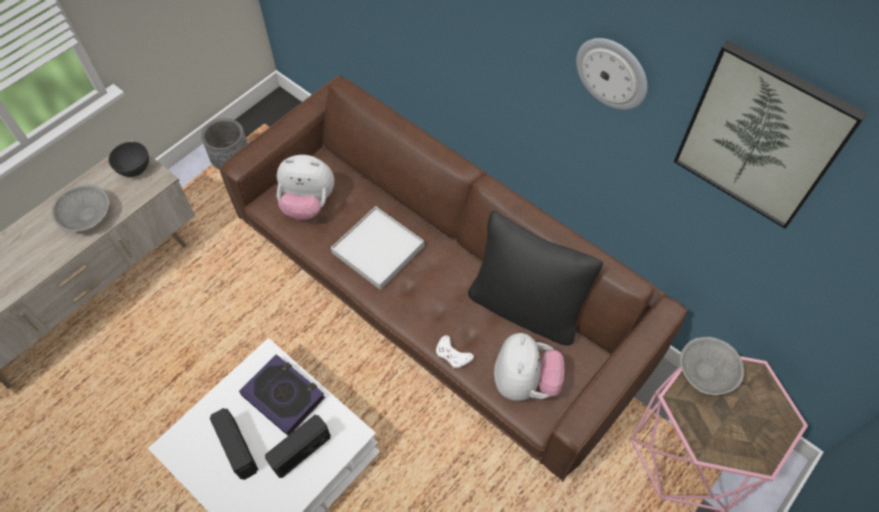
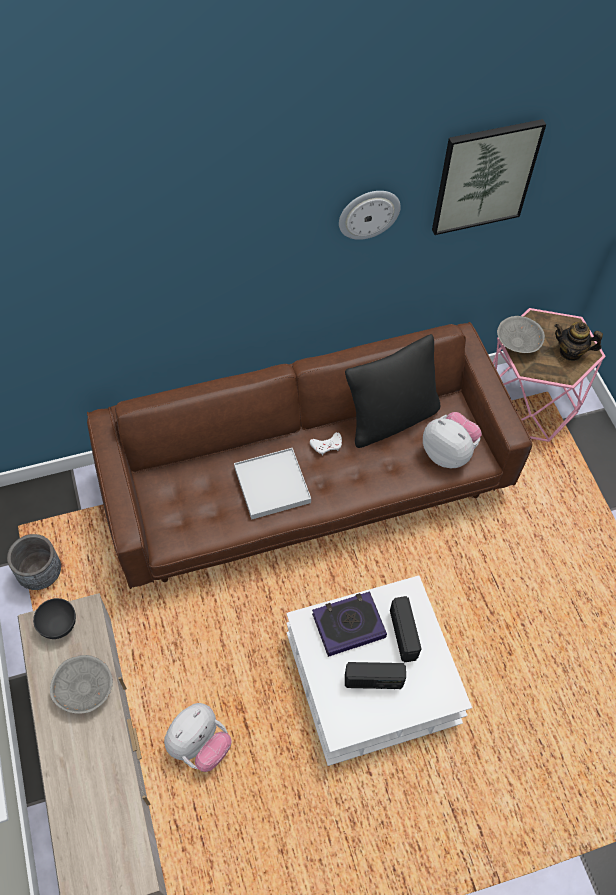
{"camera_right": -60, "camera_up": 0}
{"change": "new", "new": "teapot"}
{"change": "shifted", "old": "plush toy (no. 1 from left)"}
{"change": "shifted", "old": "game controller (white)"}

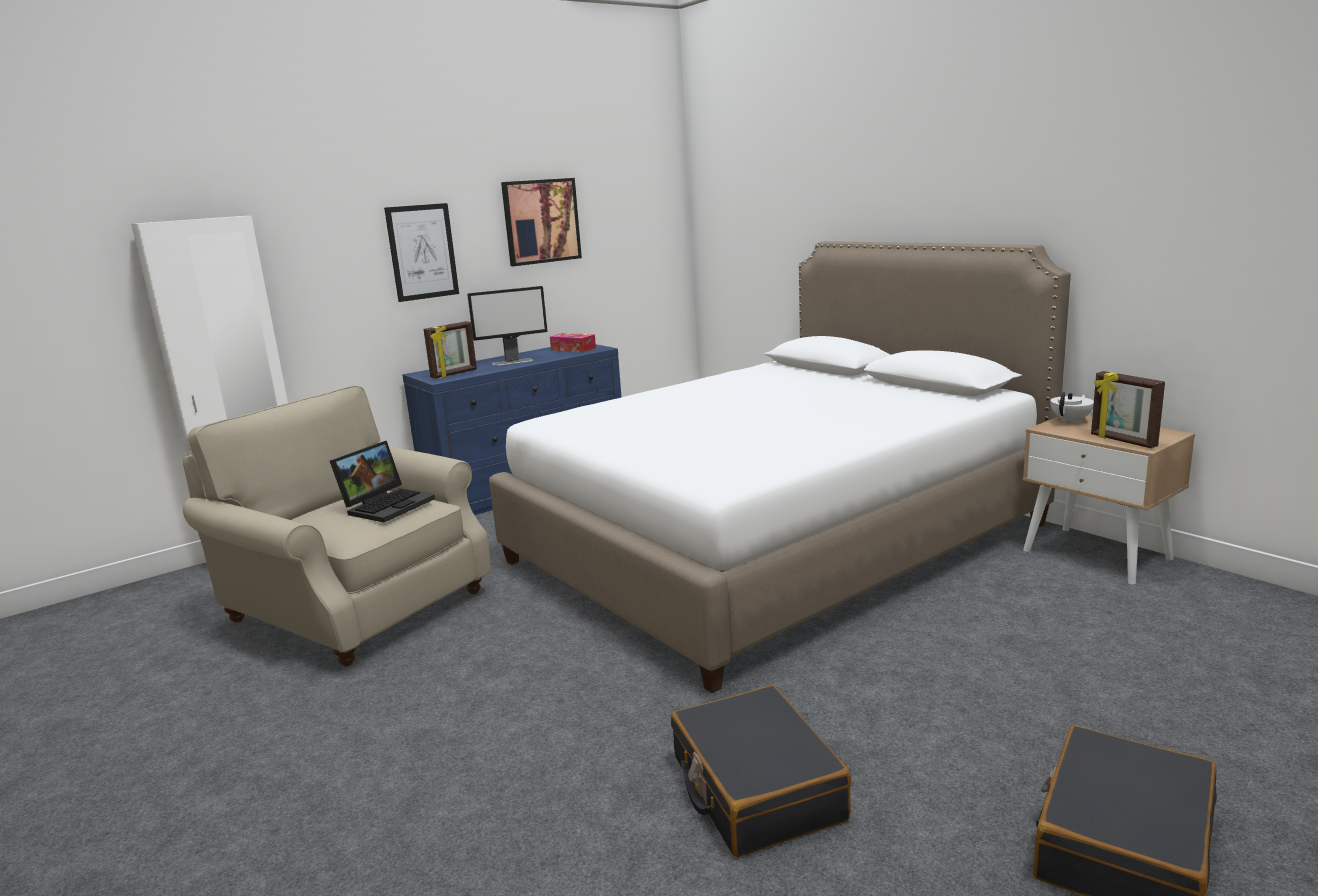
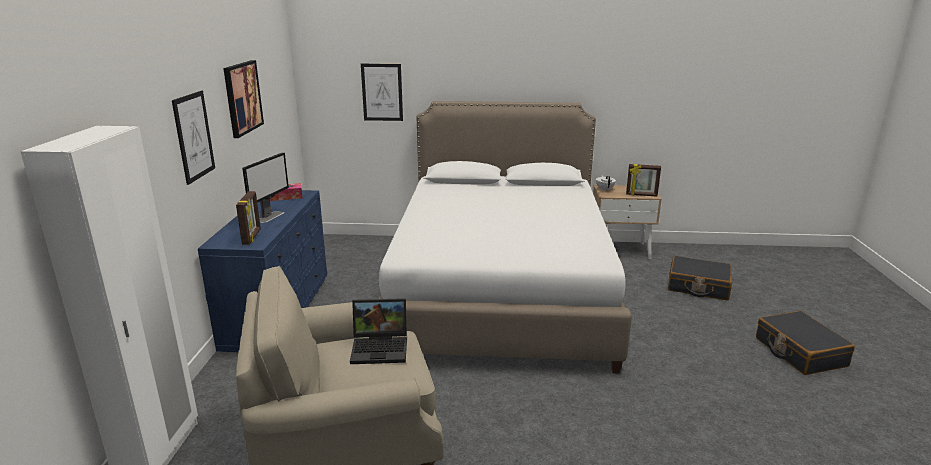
{"camera_right": -50, "camera_up": 5}
{"change": "new", "new": "picture (no. 3 from left)"}
{"change": "shifted", "old": "suitcase (black) (no. 1 from left)"}
{"change": "rotated", "old": "laptop", "degrees": 105}

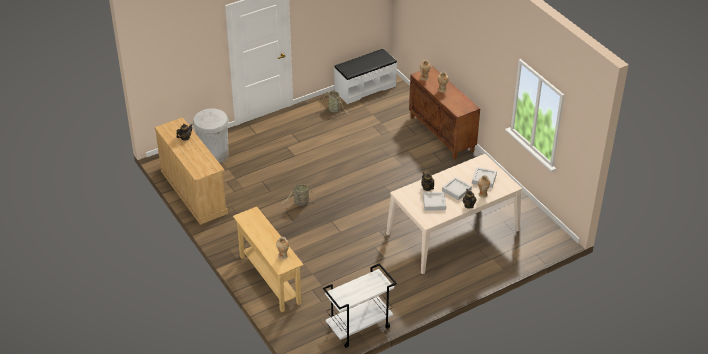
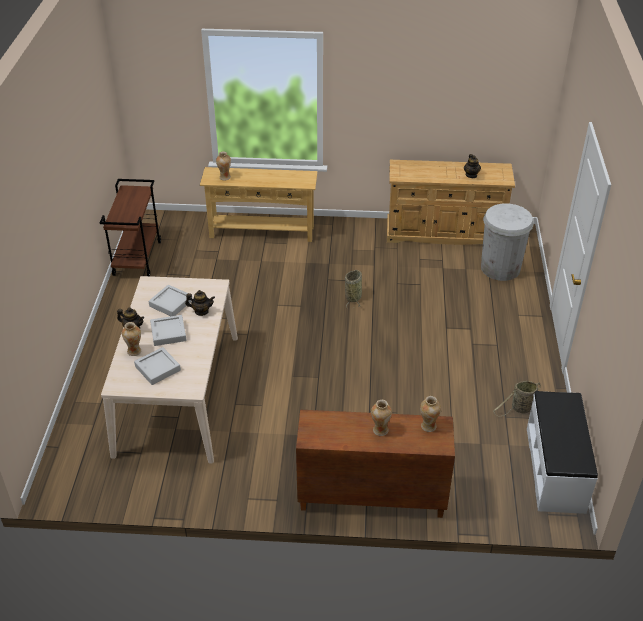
{"camera_right": 125, "camera_up": 0}
{"change": "repainted", "old": "cart (white)", "new": "cart (brown)"}

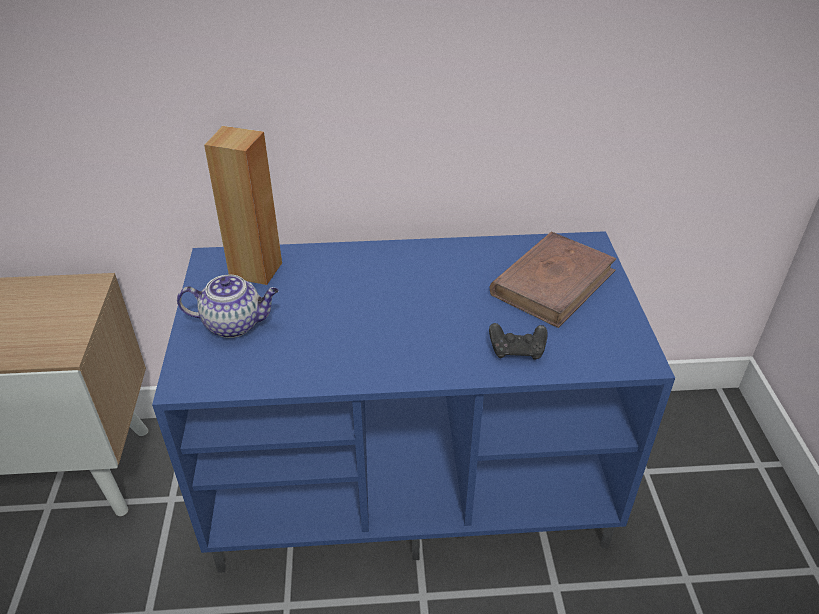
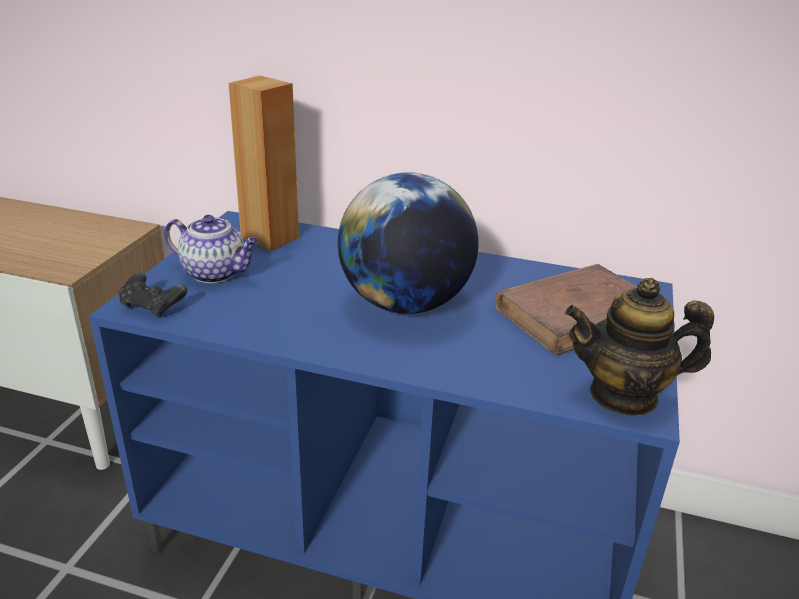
{"camera_right": 20, "camera_up": -10}
{"change": "new", "new": "globe"}
{"change": "new", "new": "teapot (no. 2 from left)"}
{"change": "shifted", "old": "game controller (black)"}

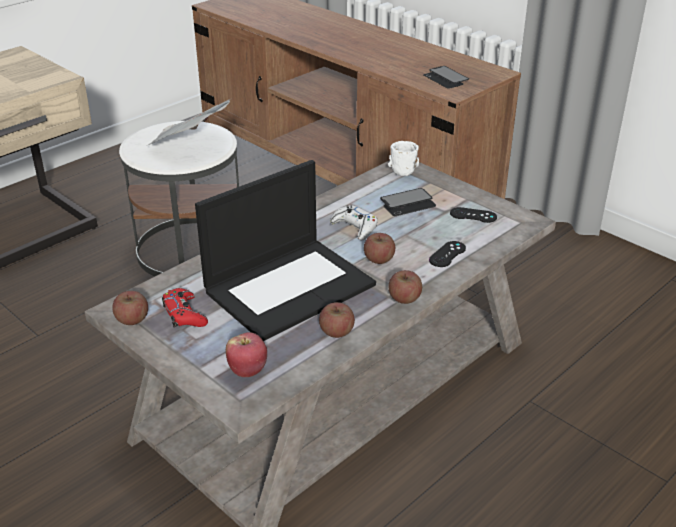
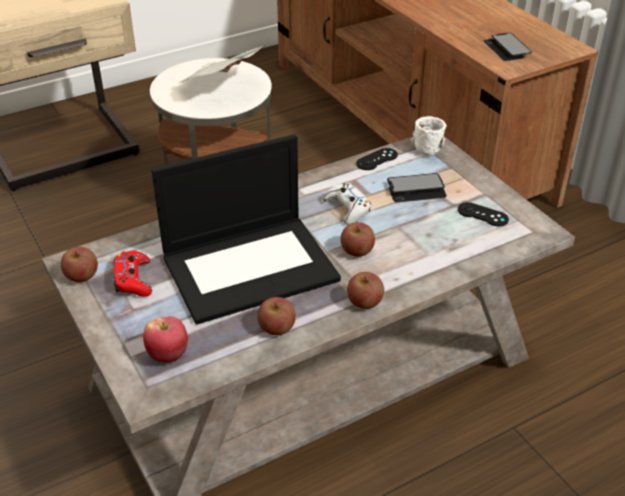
{"camera_right": 15, "camera_up": 5}
{"change": "shifted", "old": "game controller (black) (no. 1 from left)"}

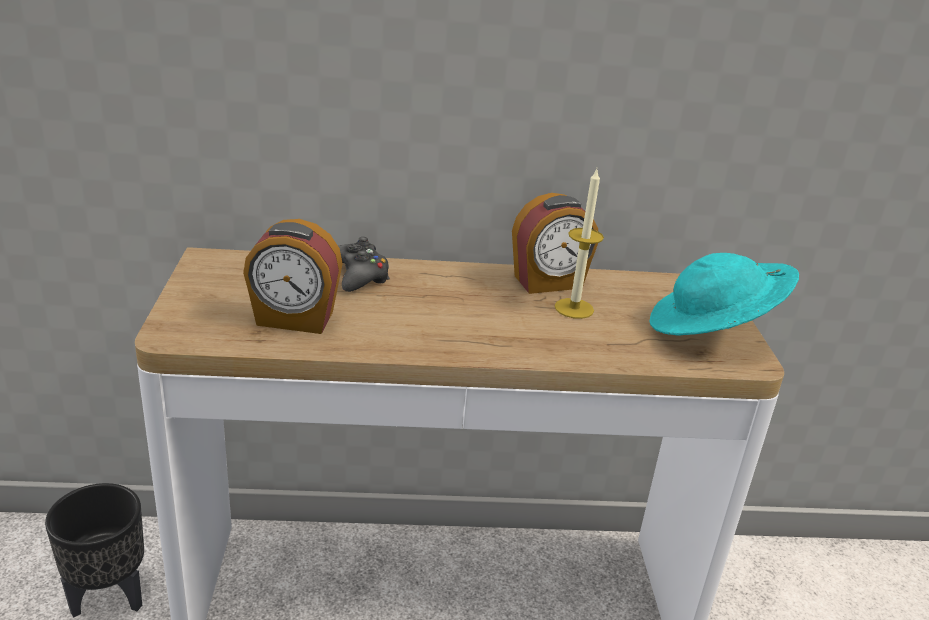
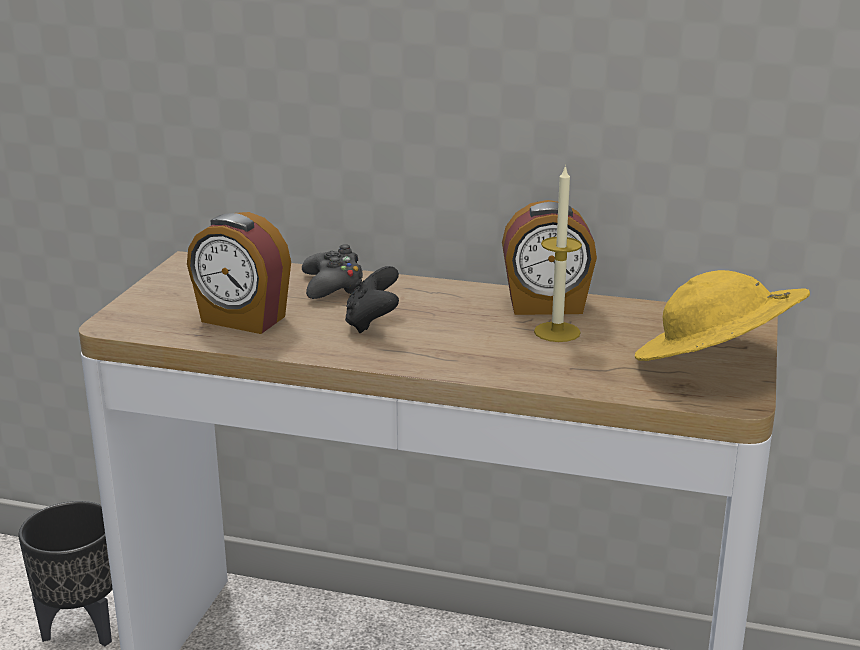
{"camera_right": 20, "camera_up": -5}
{"change": "new", "new": "game controller (black) (no. 2 from left)"}
{"change": "repainted", "old": "hat (turquoise)", "new": "hat (yellow)"}

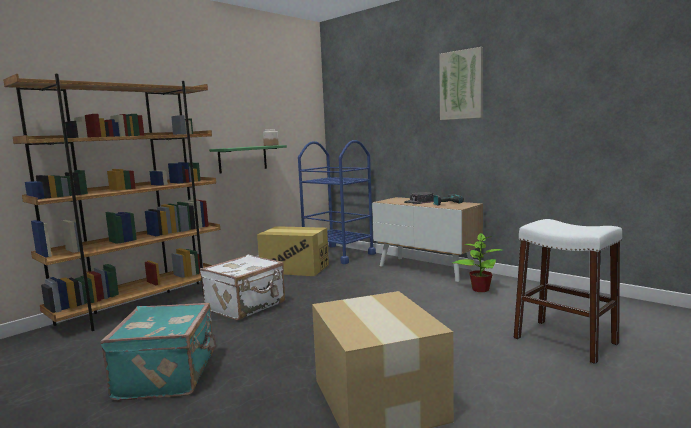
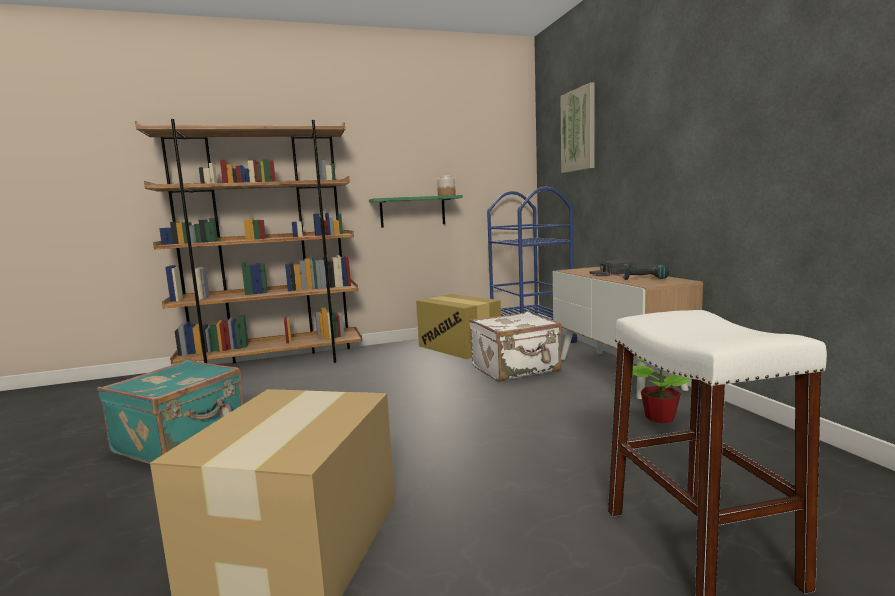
{"camera_right": 30, "camera_up": 0}
{"change": "shifted", "old": "suitcase (white)"}
{"change": "shifted", "old": "picture"}

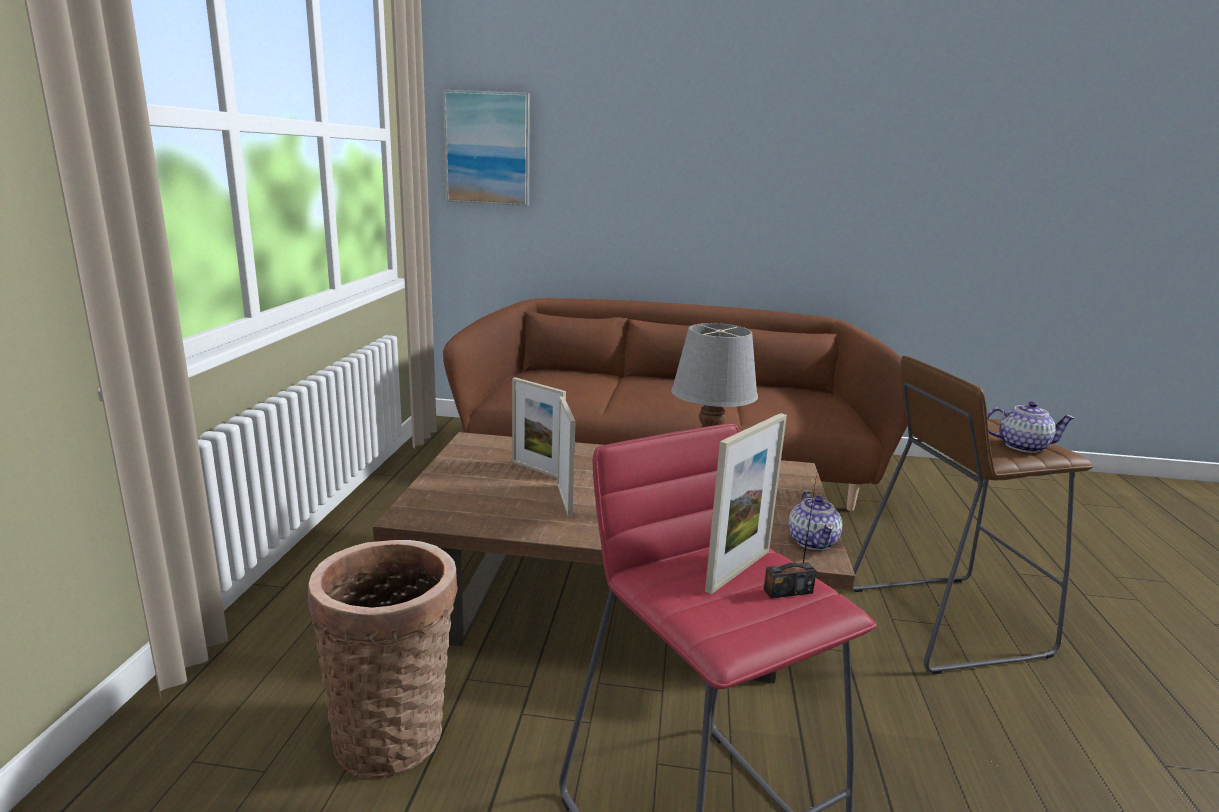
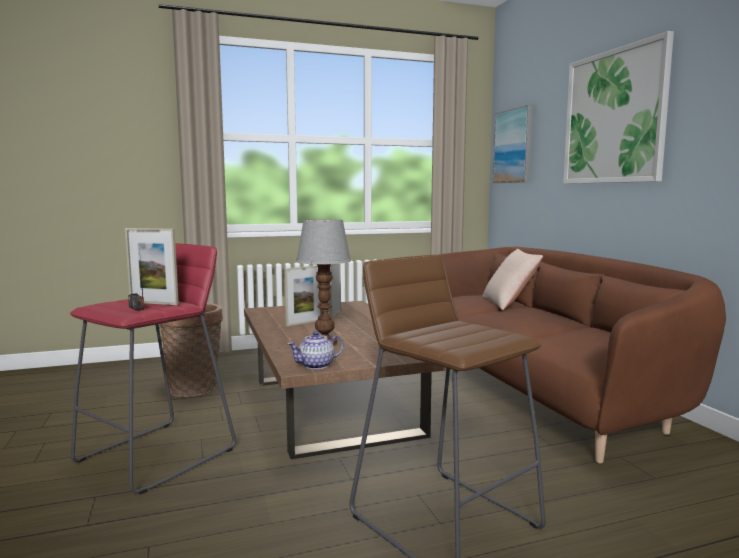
{"camera_right": 65, "camera_up": -10}
{"change": "gone", "old": "teapot (no. 2 from left)"}
{"change": "new", "new": "pillow (beige)"}
{"change": "new", "new": "picture (no. 2 from left)"}

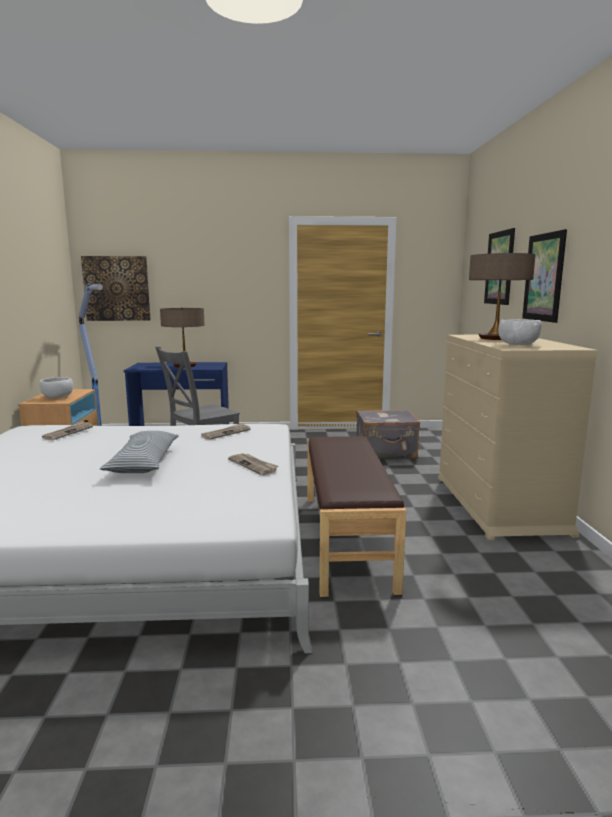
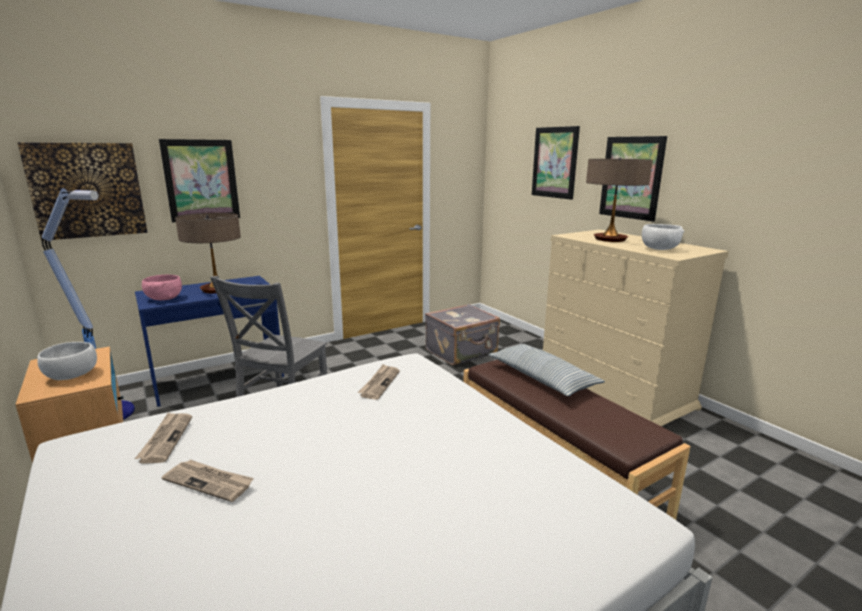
{"camera_right": -30, "camera_up": 5}
{"change": "new", "new": "bowl (pink)"}
{"change": "new", "new": "picture (no. 2 from left)"}
{"change": "shifted", "old": "pillow"}
{"change": "shifted", "old": "newspaper (no. 3 from left in the first image)", "new": "newspaper (no. 2 from left)"}

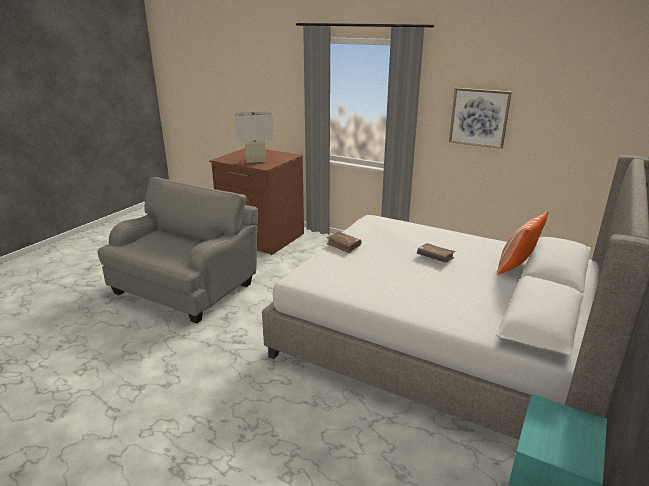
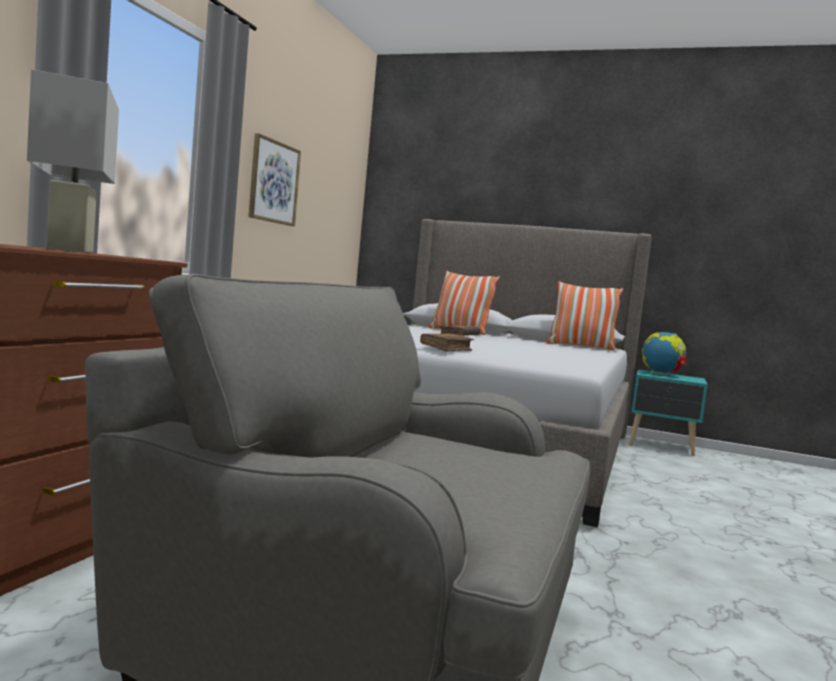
{"camera_right": -100, "camera_up": -20}
{"change": "new", "new": "pillow (no. 2 from left)"}
{"change": "new", "new": "globe"}

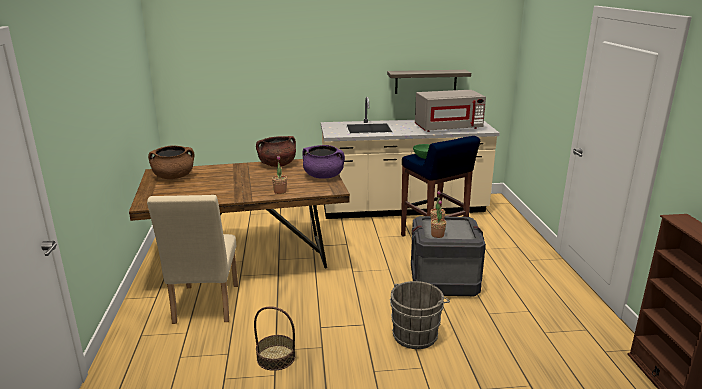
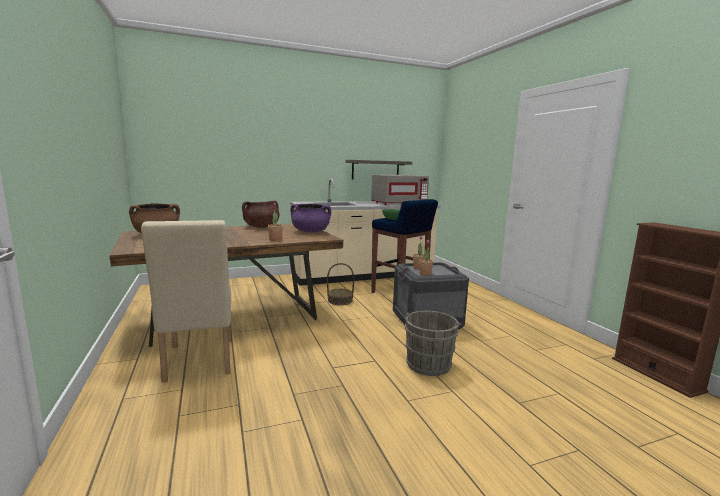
{"camera_right": -15, "camera_up": -10}
{"change": "shifted", "old": "basket"}

